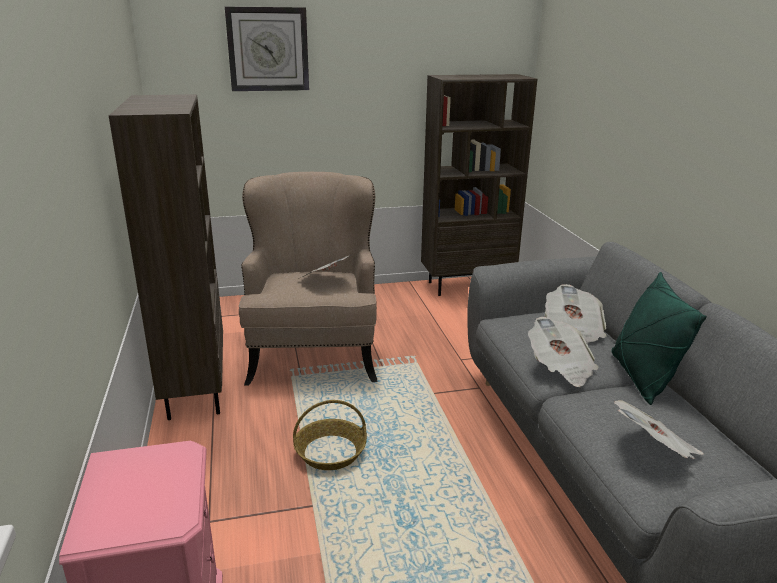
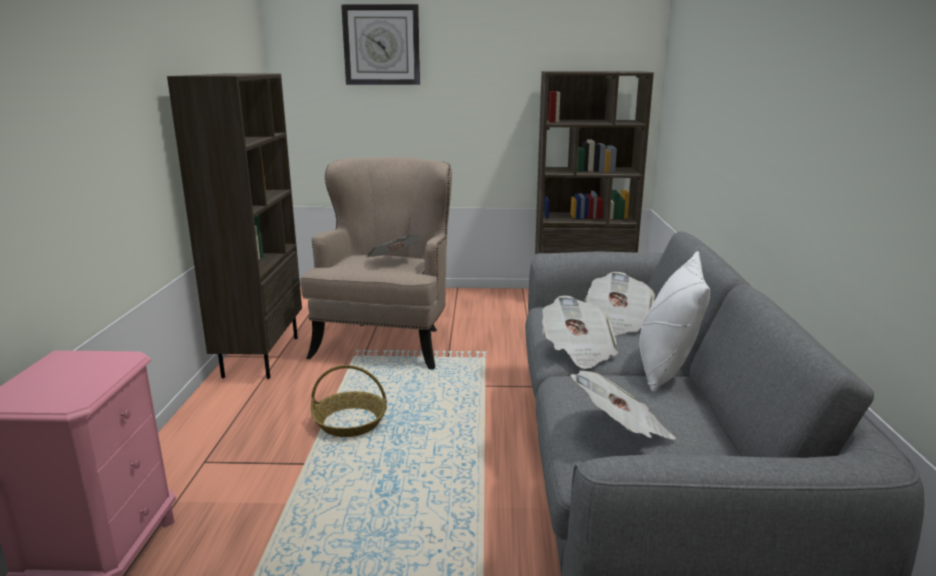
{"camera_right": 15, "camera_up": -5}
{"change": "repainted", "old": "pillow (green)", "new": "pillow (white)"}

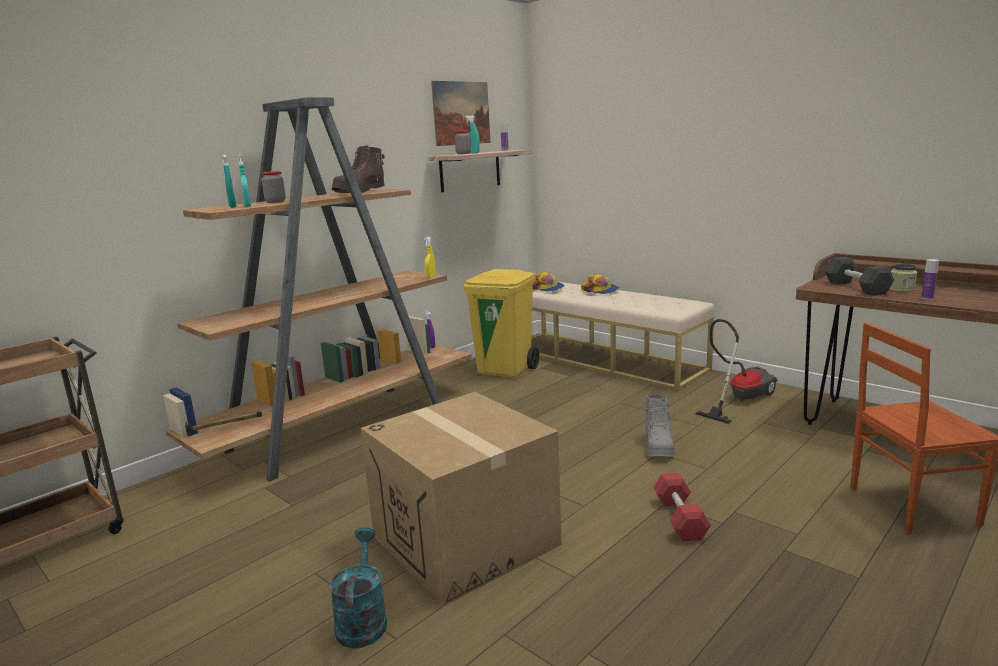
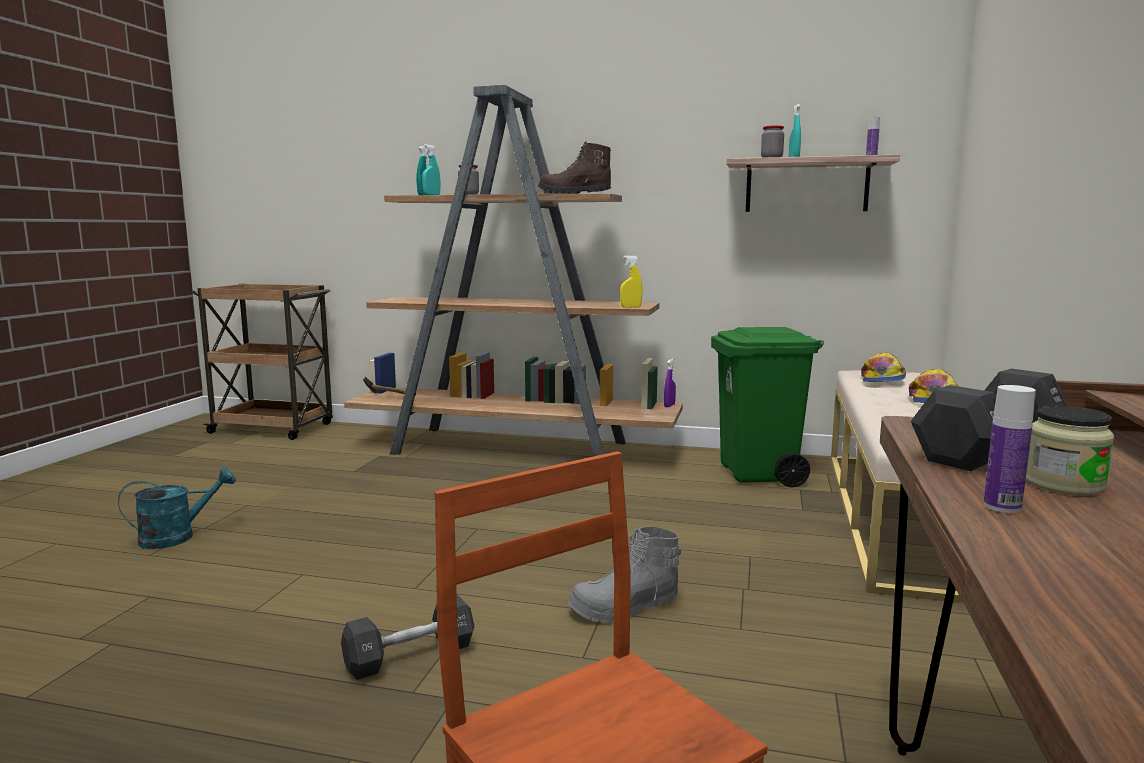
{"camera_right": 60, "camera_up": -5}
{"change": "gone", "old": "cardboard box"}
{"change": "gone", "old": "picture"}
{"change": "gone", "old": "vacuum cleaner"}
{"change": "repainted", "old": "trash can (yellow)", "new": "trash can (green)"}
{"change": "repainted", "old": "dumbbell (red)", "new": "dumbbell (black) (no. 1 from left)"}

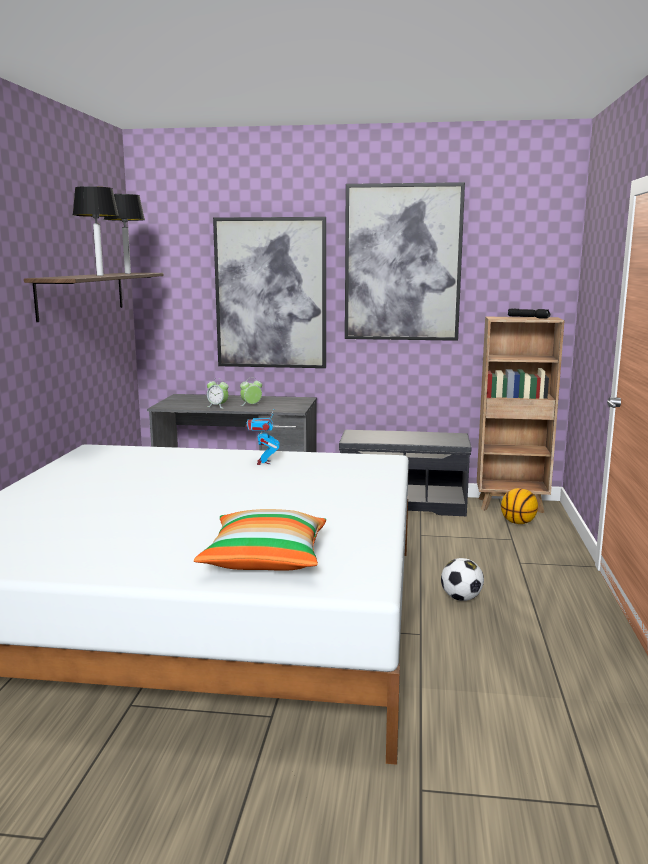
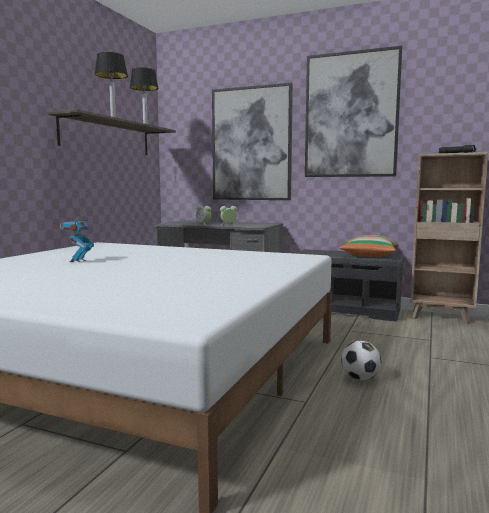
{"camera_right": 15, "camera_up": -5}
{"change": "gone", "old": "basketball"}
{"change": "shifted", "old": "pillow"}
{"change": "shifted", "old": "toy robot"}

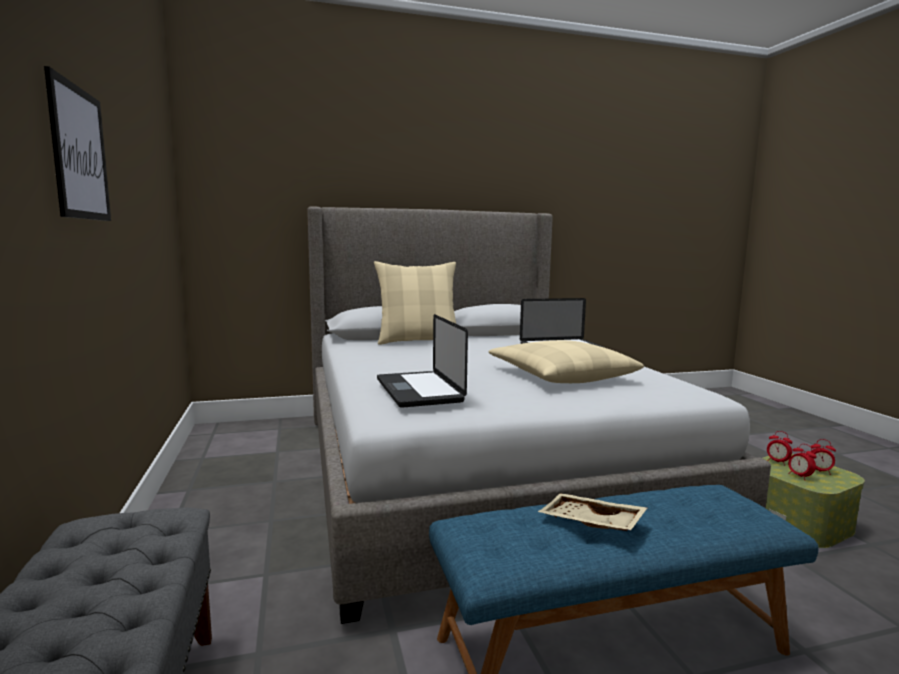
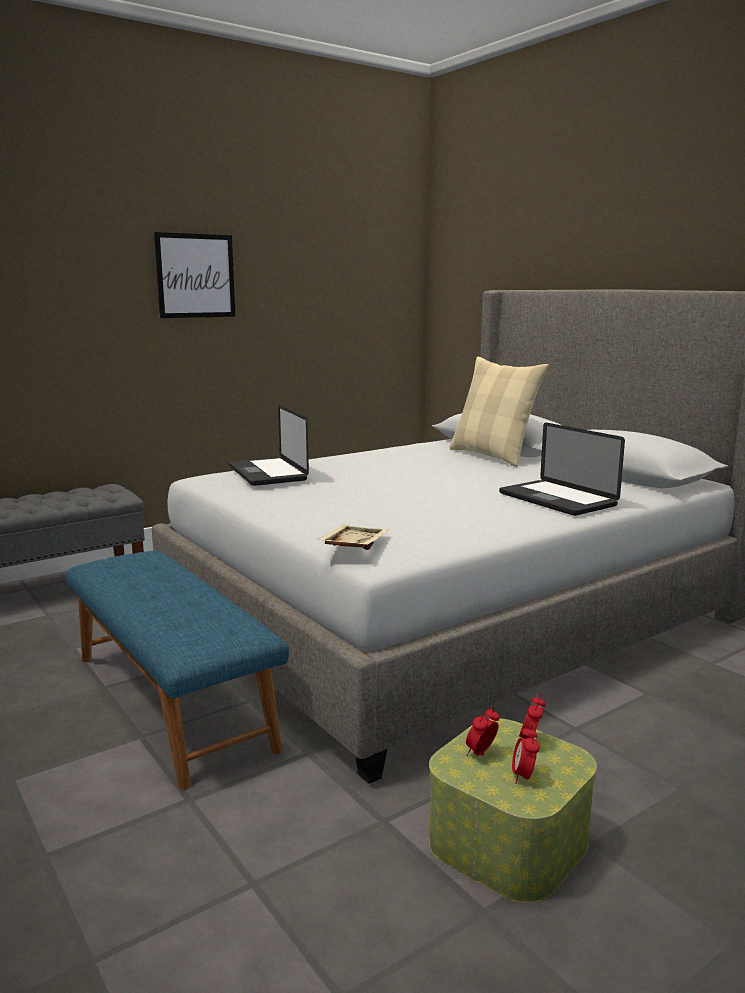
{"camera_right": 70, "camera_up": 5}
{"change": "gone", "old": "pillow (beige) (no. 2 from left)"}
{"change": "shifted", "old": "tray (beige)"}
{"change": "rotated", "old": "laptop (no. 1 from left)", "degrees": -75}

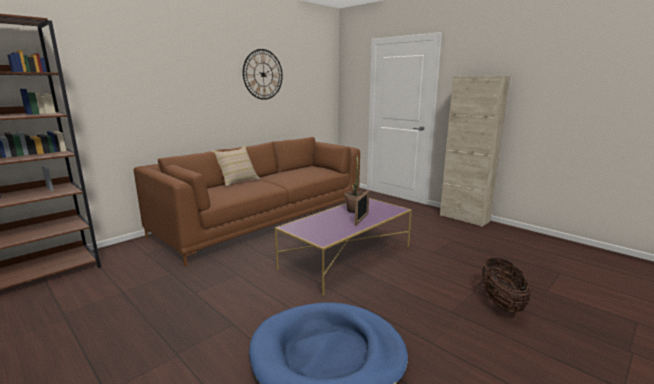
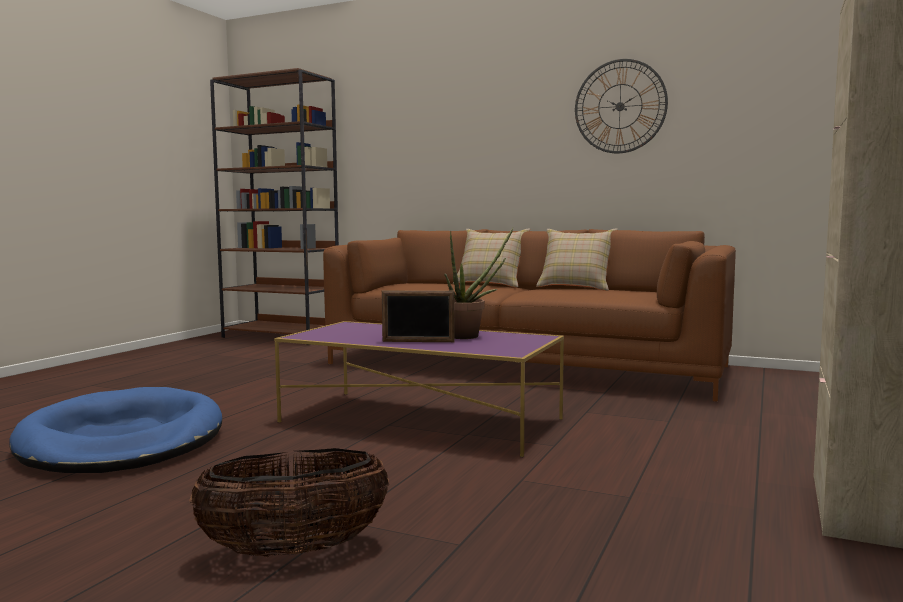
{"camera_right": 70, "camera_up": -10}
{"change": "new", "new": "pillow (beige) (no. 2 from left)"}

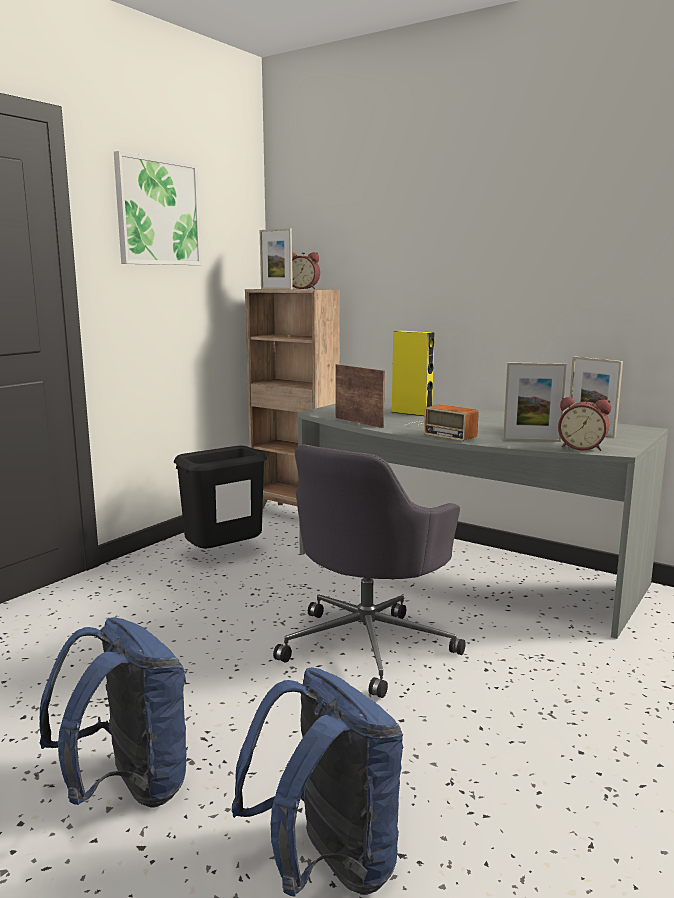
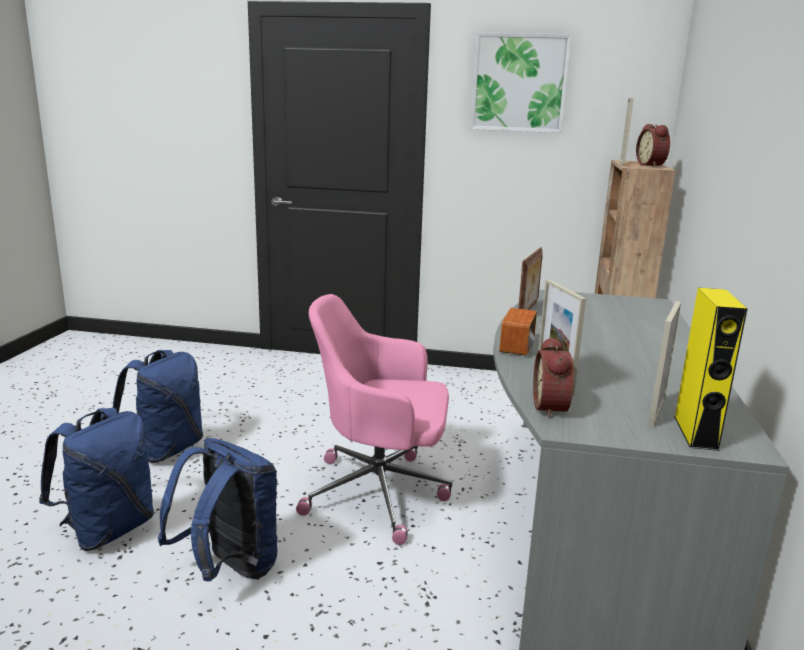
{"camera_right": 65, "camera_up": 5}
{"change": "gone", "old": "trash can (black)"}
{"change": "new", "new": "backpack (blue) (no. 3 from left)"}
{"change": "shifted", "old": "speaker (yellow)"}
{"change": "repainted", "old": "office chair (grey)", "new": "office chair (pink)"}

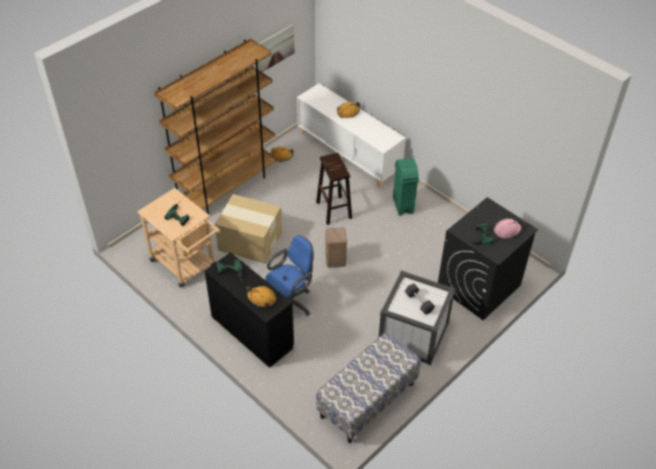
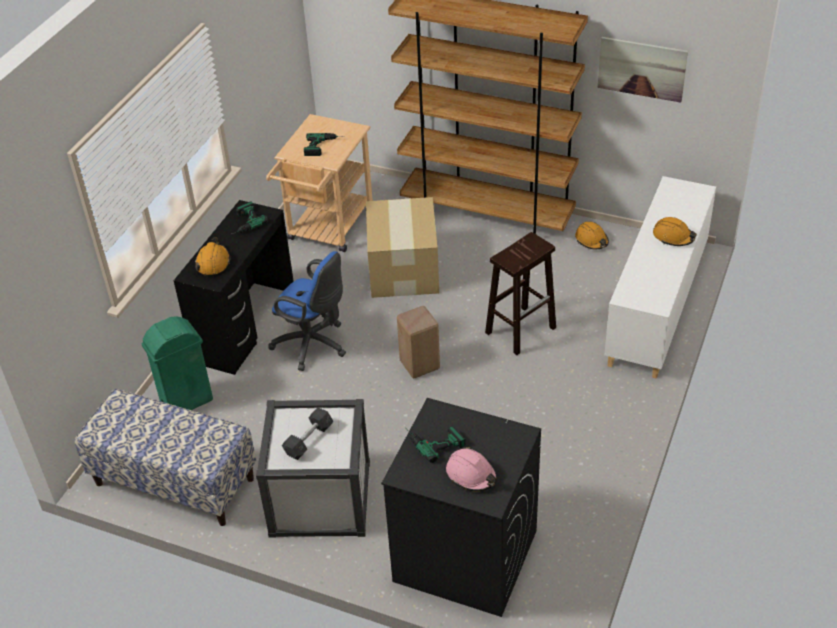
{"camera_right": 70, "camera_up": -5}
{"change": "shifted", "old": "trash can (green)"}

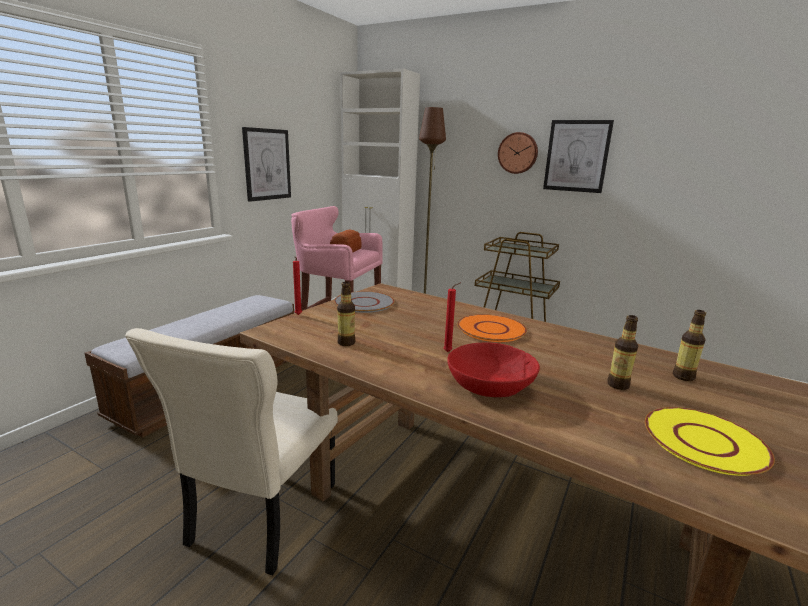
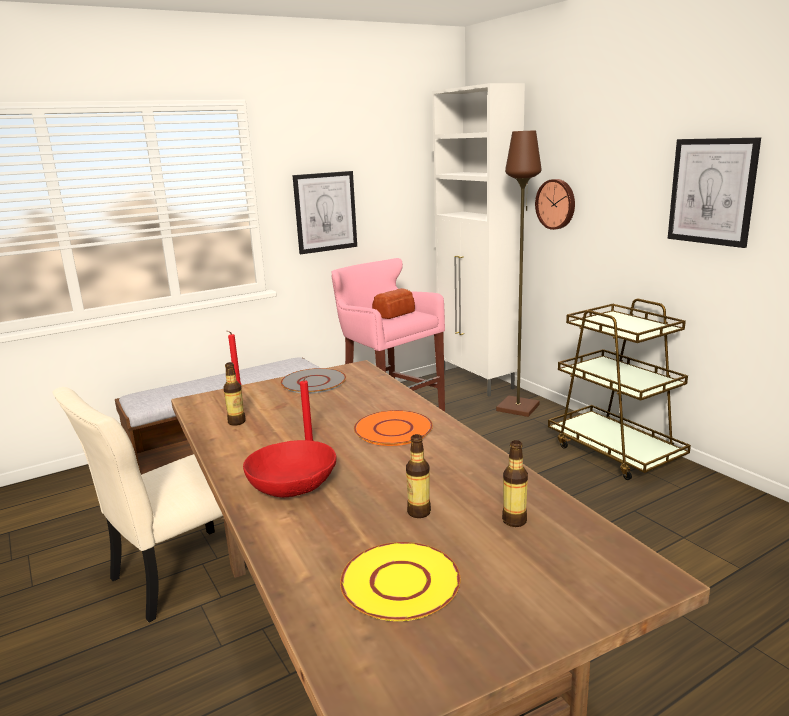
{"camera_right": 30, "camera_up": 0}
{"change": "shifted", "old": "wall clock"}

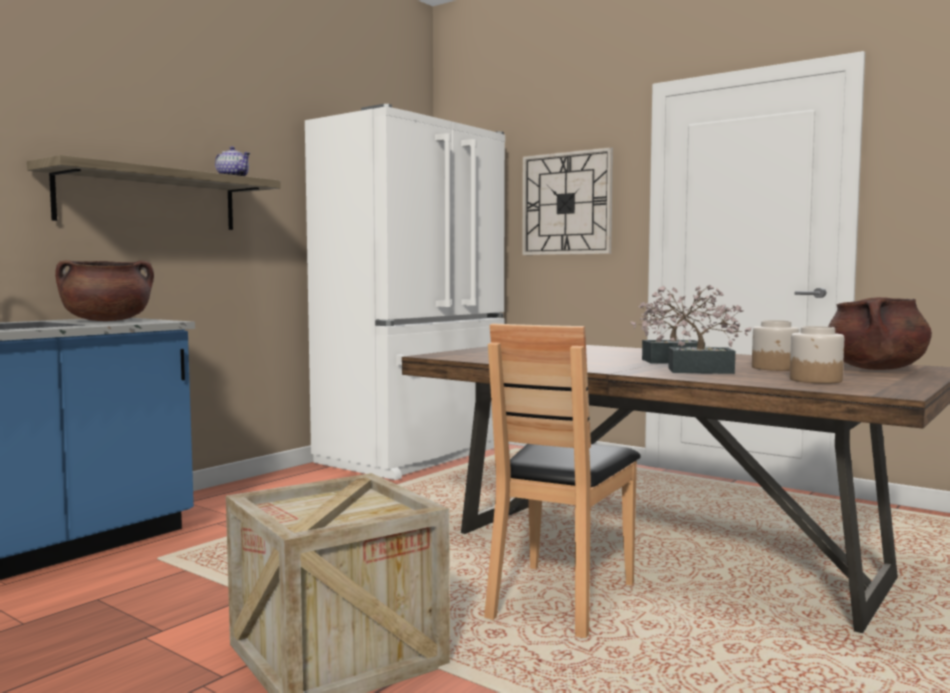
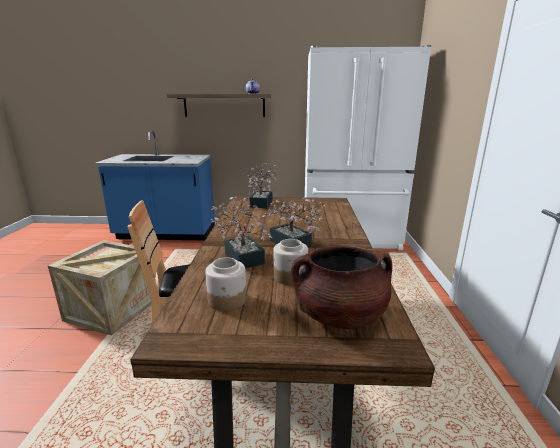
{"camera_right": 55, "camera_up": 15}
{"change": "gone", "old": "cooking pot (brown) (no. 1 from left)"}
{"change": "gone", "old": "wall clock"}
{"change": "new", "new": "potted plant (no. 2 from left)"}

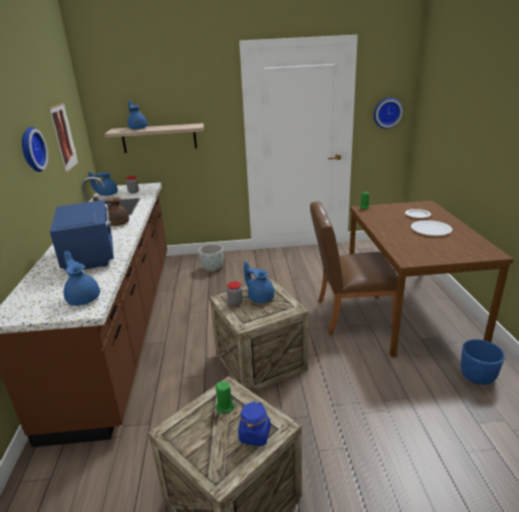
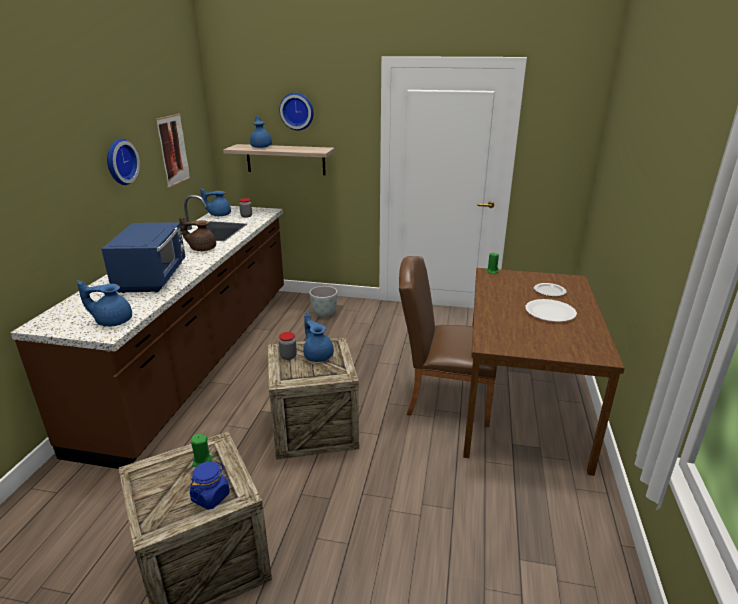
{"camera_right": 15, "camera_up": 0}
{"change": "gone", "old": "planter (blue)"}
{"change": "shifted", "old": "wall clock (no. 2 from left)"}
{"change": "rotated", "old": "teapot (blue) (no. 1 from left)", "degrees": -75}

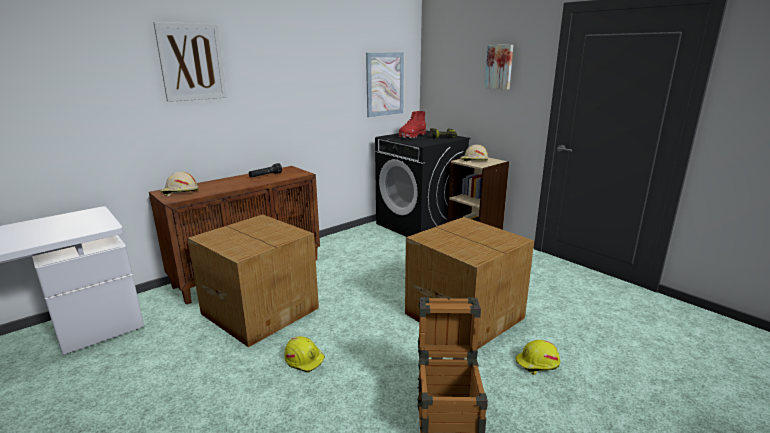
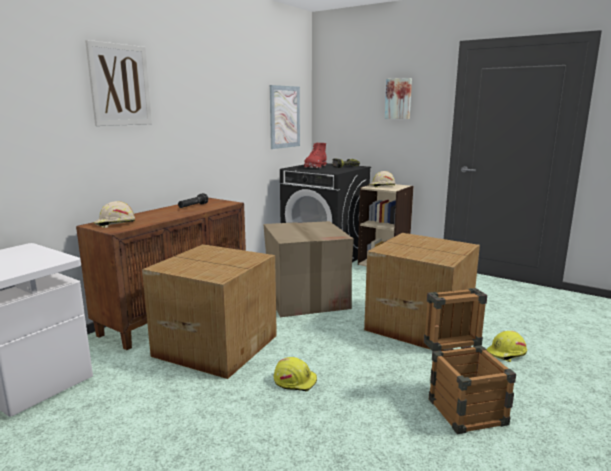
{"camera_right": -15, "camera_up": -5}
{"change": "new", "new": "cardboard box (no. 2 from left)"}

